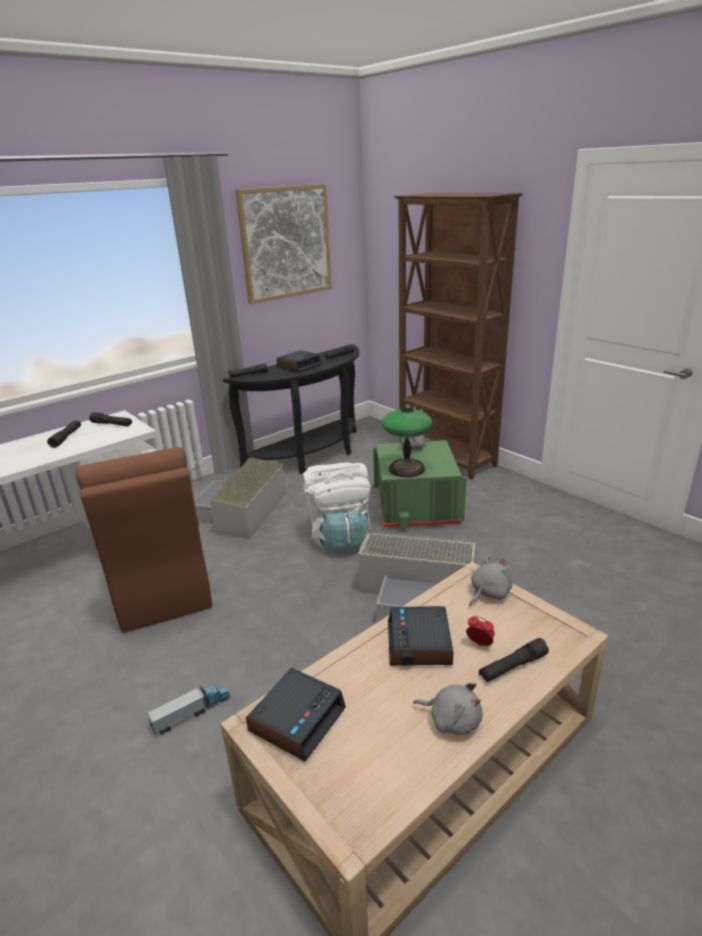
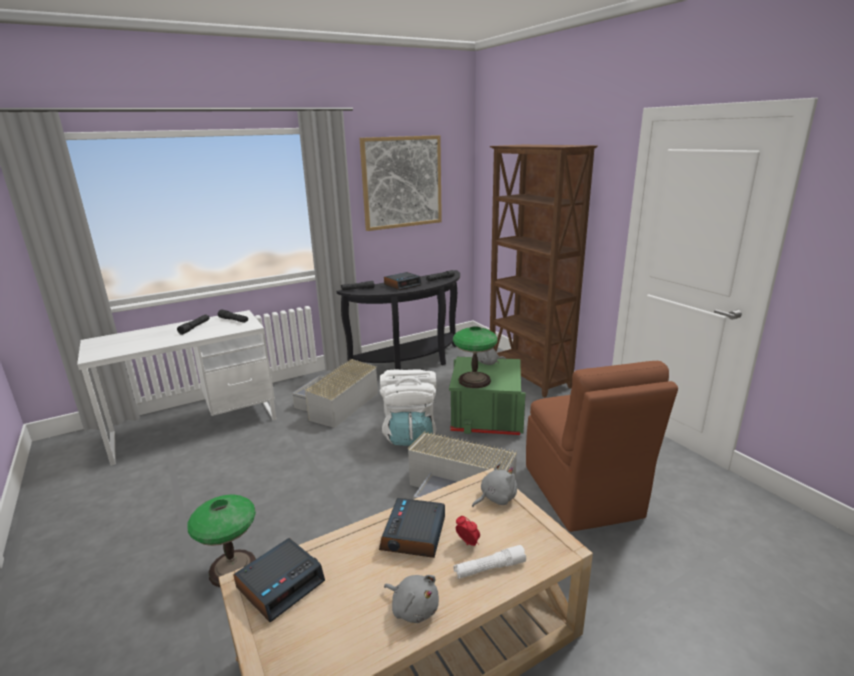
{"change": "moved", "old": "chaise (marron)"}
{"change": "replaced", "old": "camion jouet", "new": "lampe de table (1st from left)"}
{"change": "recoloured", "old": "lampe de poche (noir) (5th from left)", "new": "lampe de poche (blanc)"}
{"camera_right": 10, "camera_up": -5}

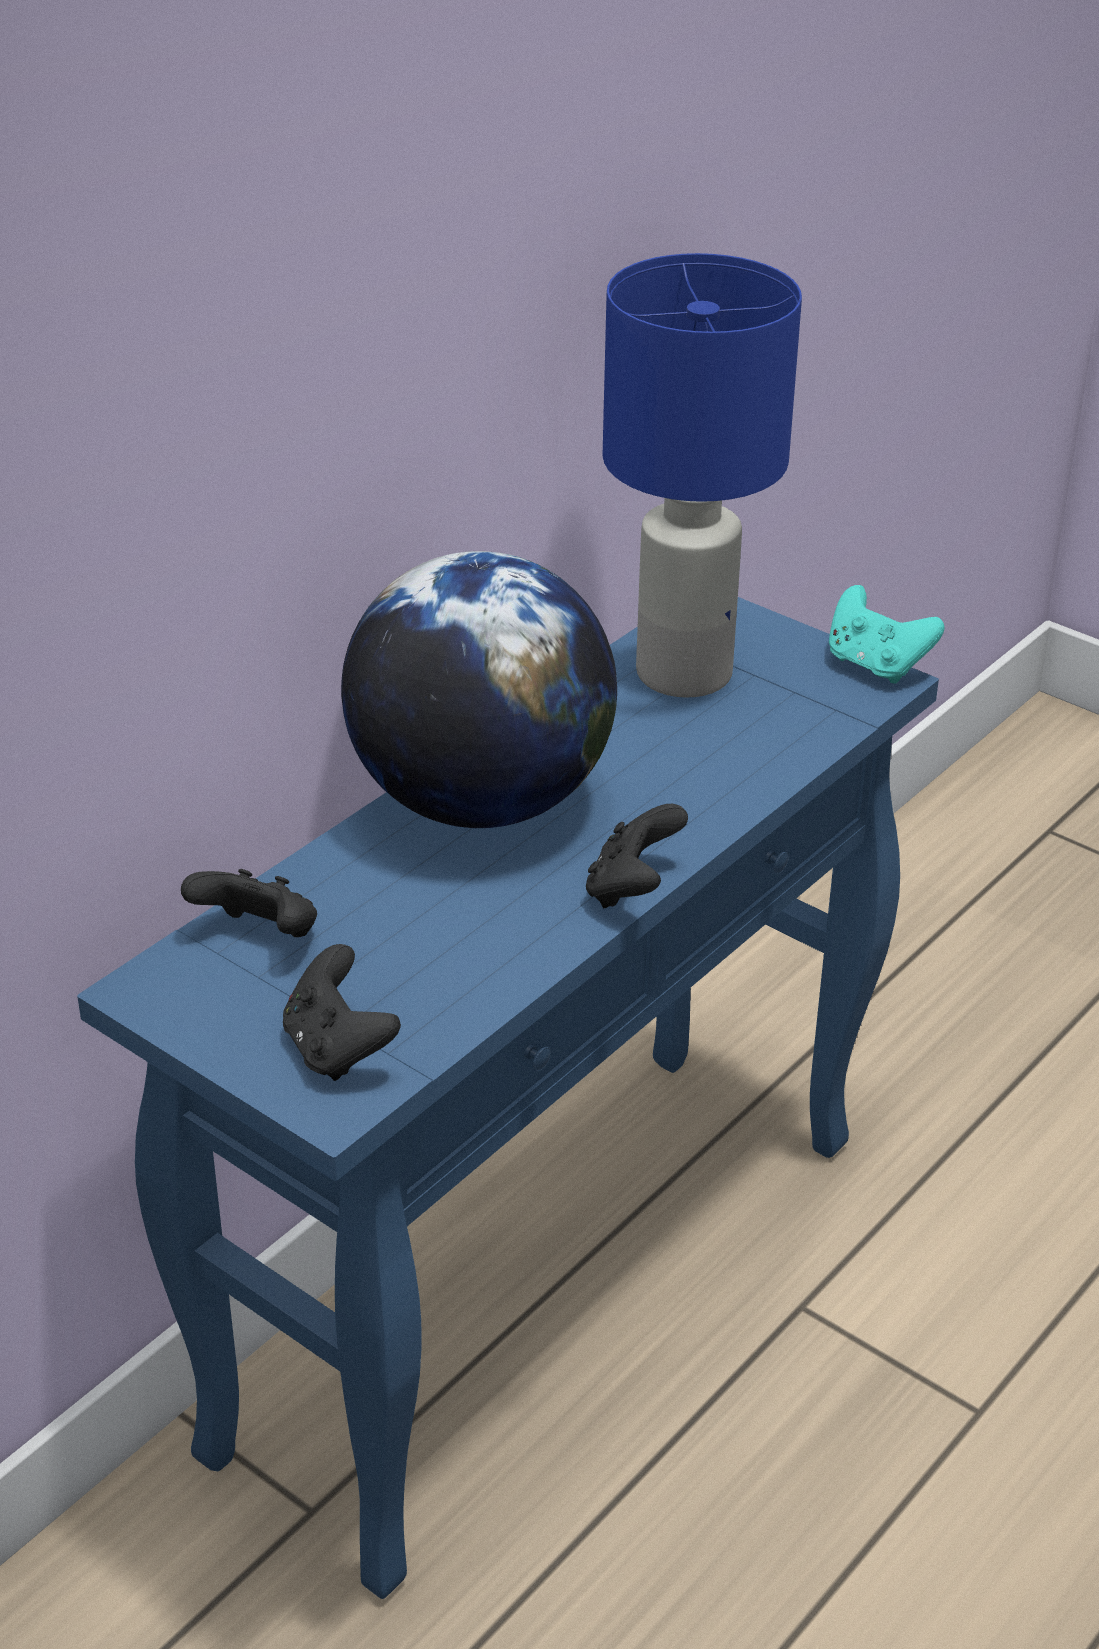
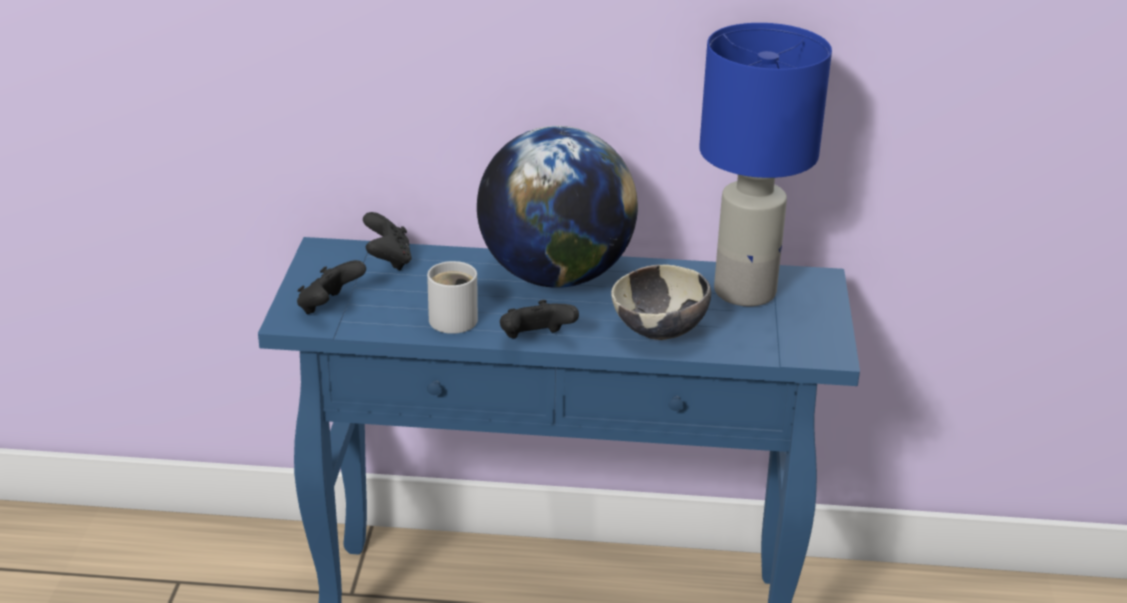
{"change": "removed", "old": "manette (turquoise)"}
{"change": "added", "new": "mug (blanc)"}
{"change": "added", "new": "bol"}
{"camera_right": 55, "camera_up": -5}

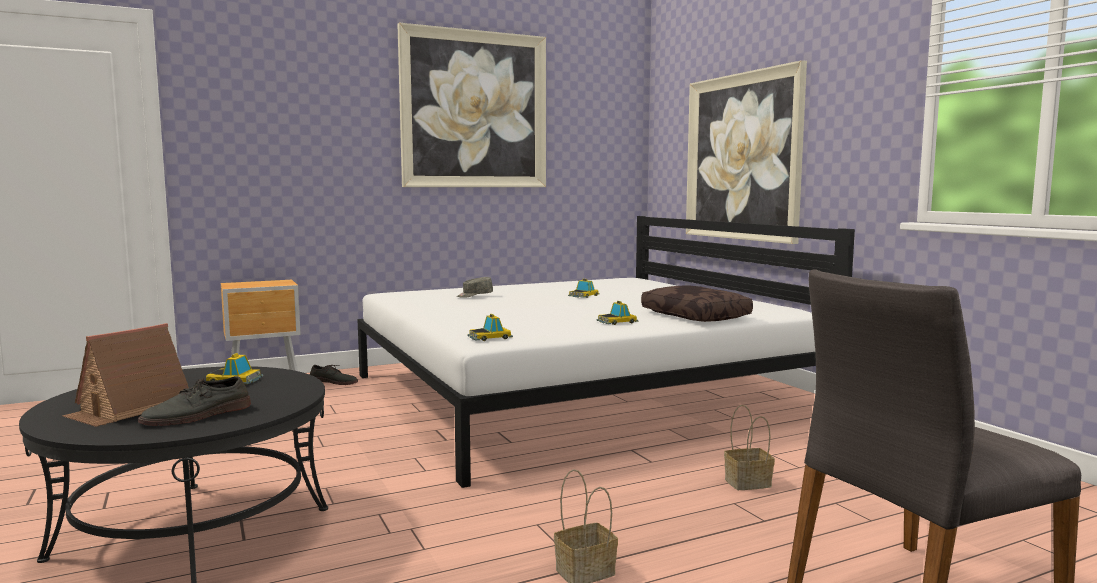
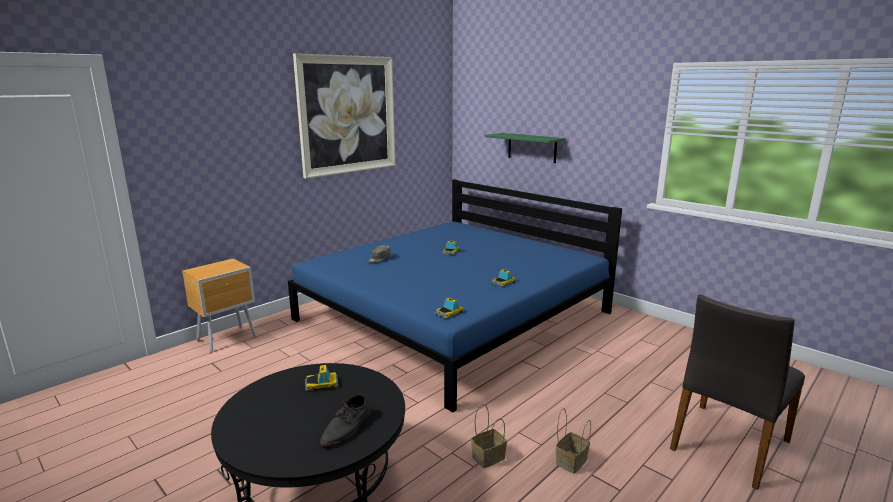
{"change": "removed", "old": "maison miniature"}
{"change": "removed", "old": "chaussure (gris) (2nd from left)"}
{"change": "removed", "old": "coussin (marron)"}
{"change": "moved", "old": "panier (2nd from left in the first image)", "new": "panier (1st from left)"}
{"change": "replaced", "old": "tableau (2nd from left)", "new": "étagère (vert)"}
{"change": "recoloured", "old": "lit (blanc)", "new": "lit (bleu)"}
{"camera_right": -20, "camera_up": 10}

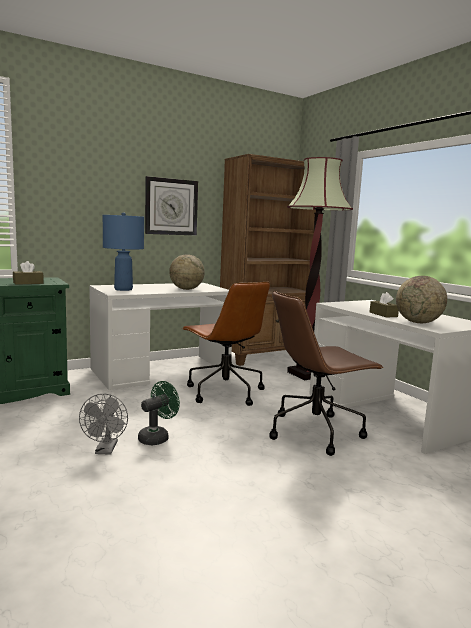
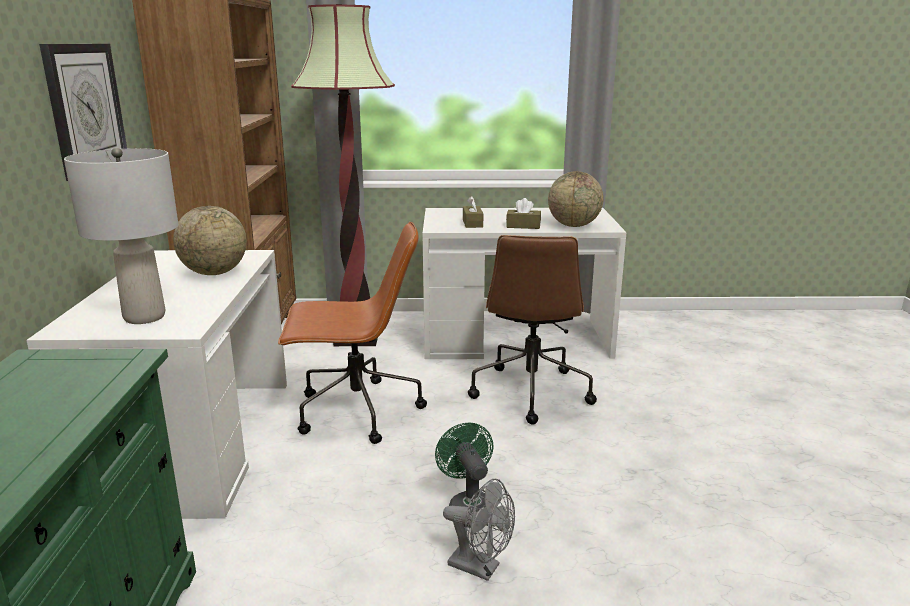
{"change": "moved", "old": "boîte à mouchoirs (marron) (1st from left)"}
{"change": "recoloured", "old": "lampe de table (bleu)", "new": "lampe de table (gris)"}
{"camera_right": -60, "camera_up": 10}

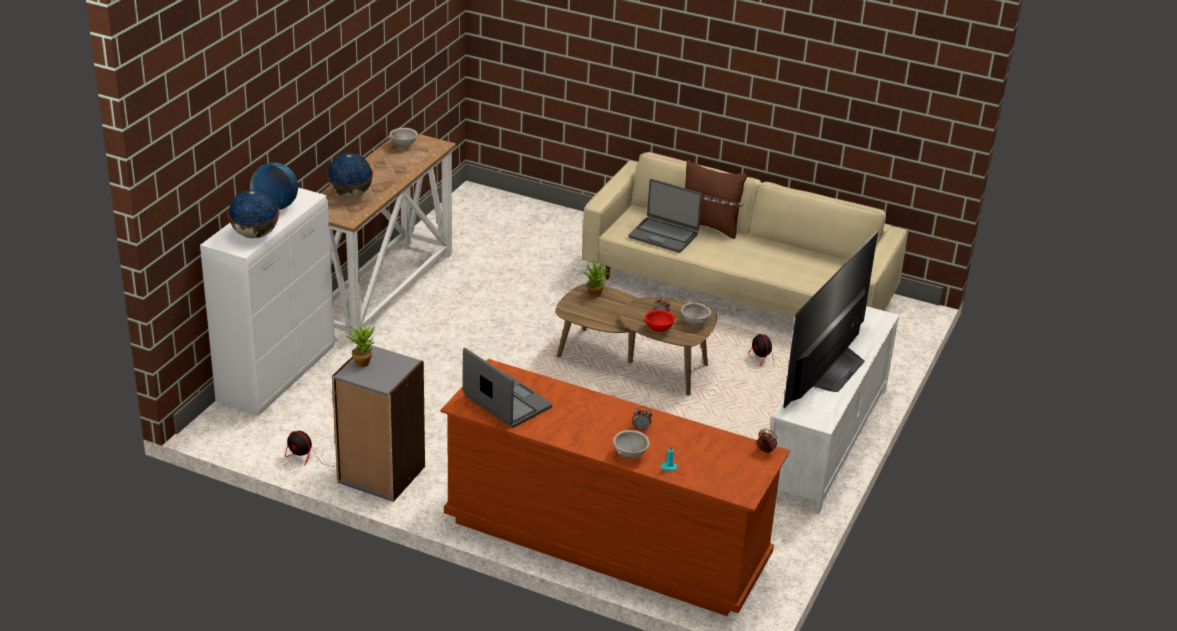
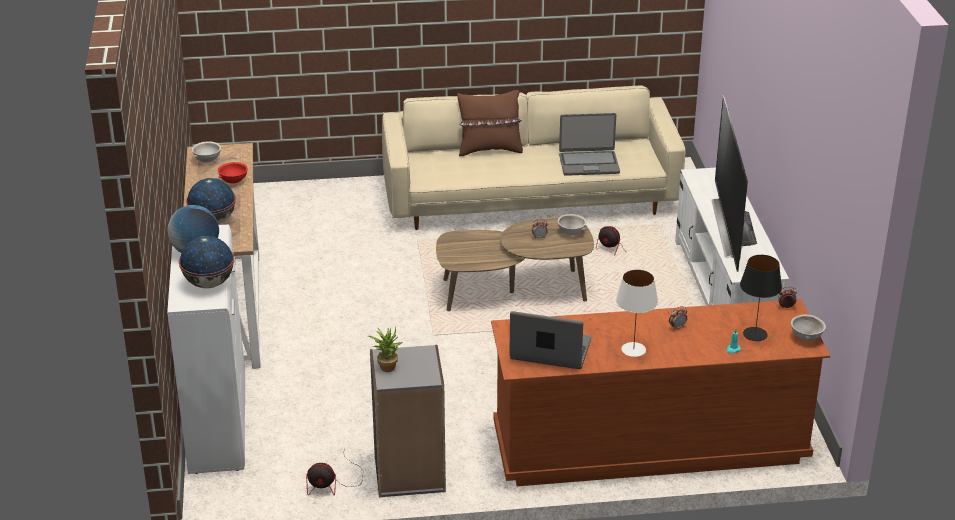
{"change": "removed", "old": "plante en pot (2nd from left)"}
{"change": "added", "new": "lampe de table (blanc)"}
{"change": "added", "new": "lampe de table (noir)"}
{"change": "moved", "old": "bol (gris) (2nd from left in the first image)", "new": "bol (gris) (3rd from left)"}
{"change": "moved", "old": "ordinateur portable (2nd from left)"}
{"change": "moved", "old": "bol (rouge)"}
{"camera_right": -30, "camera_up": 0}

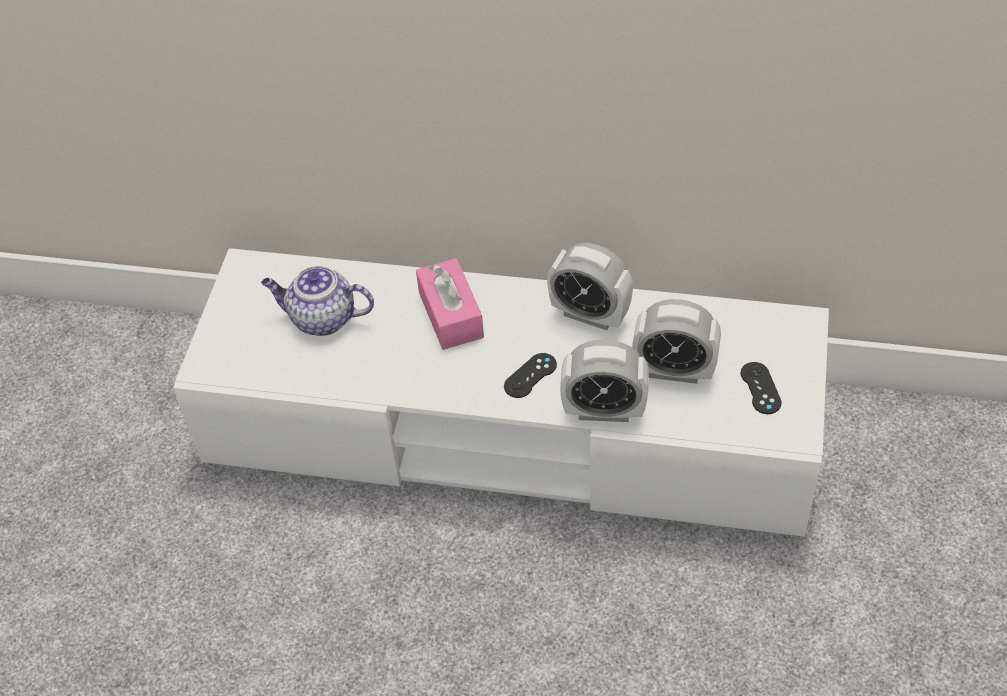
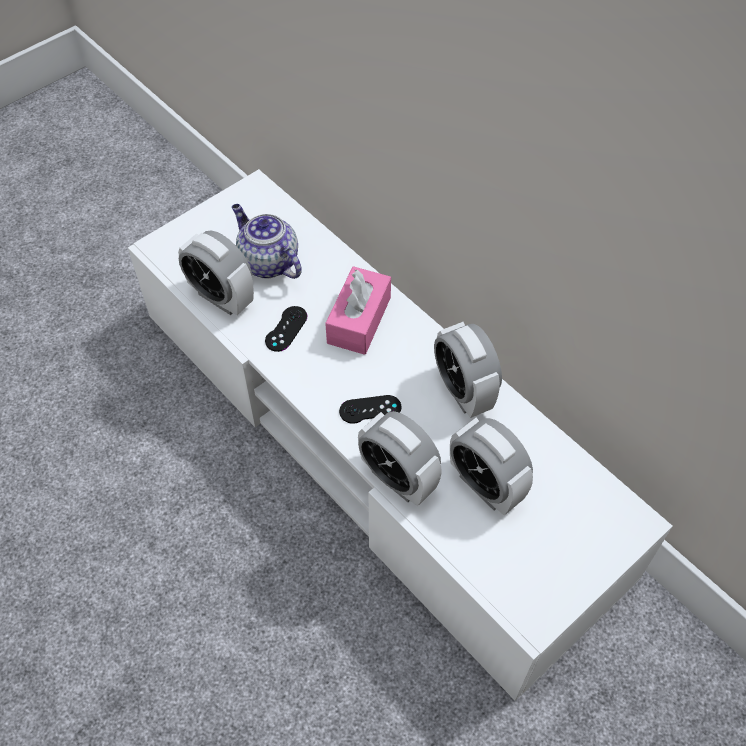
{"change": "added", "new": "réveil (1st from left)"}
{"change": "moved", "old": "manette (noir) (2nd from left in the first image)", "new": "manette (noir) (1st from left)"}
{"camera_right": 35, "camera_up": 5}

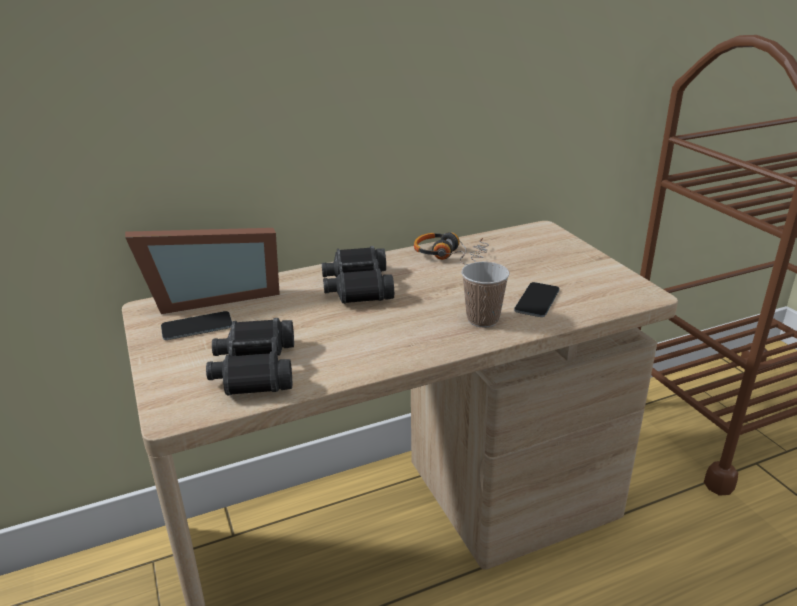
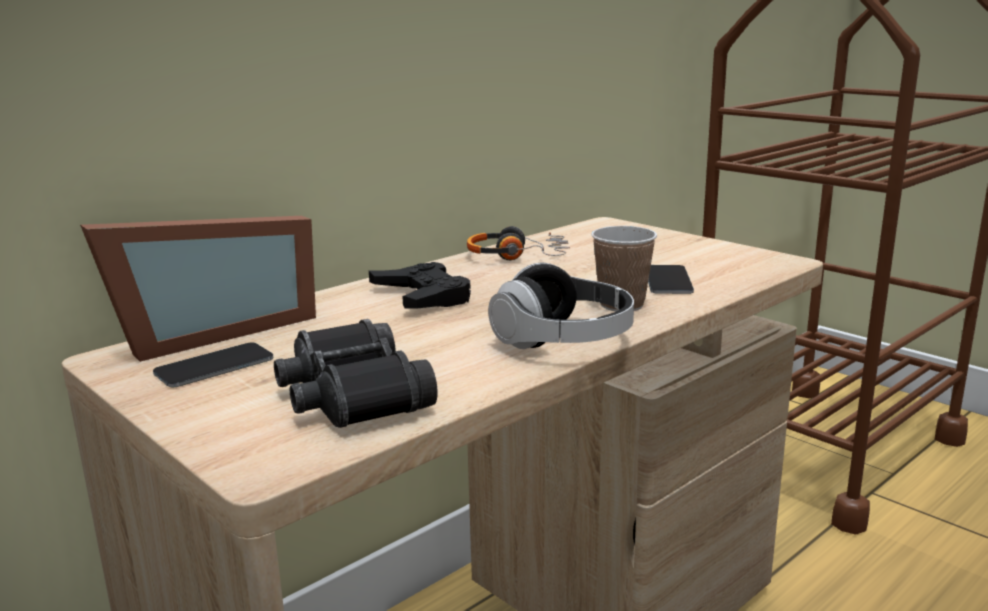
{"change": "added", "new": "casque audio (2nd from left)"}
{"change": "replaced", "old": "jumelles (noir) (2nd from left)", "new": "manette (noir)"}
{"camera_right": -20, "camera_up": -10}

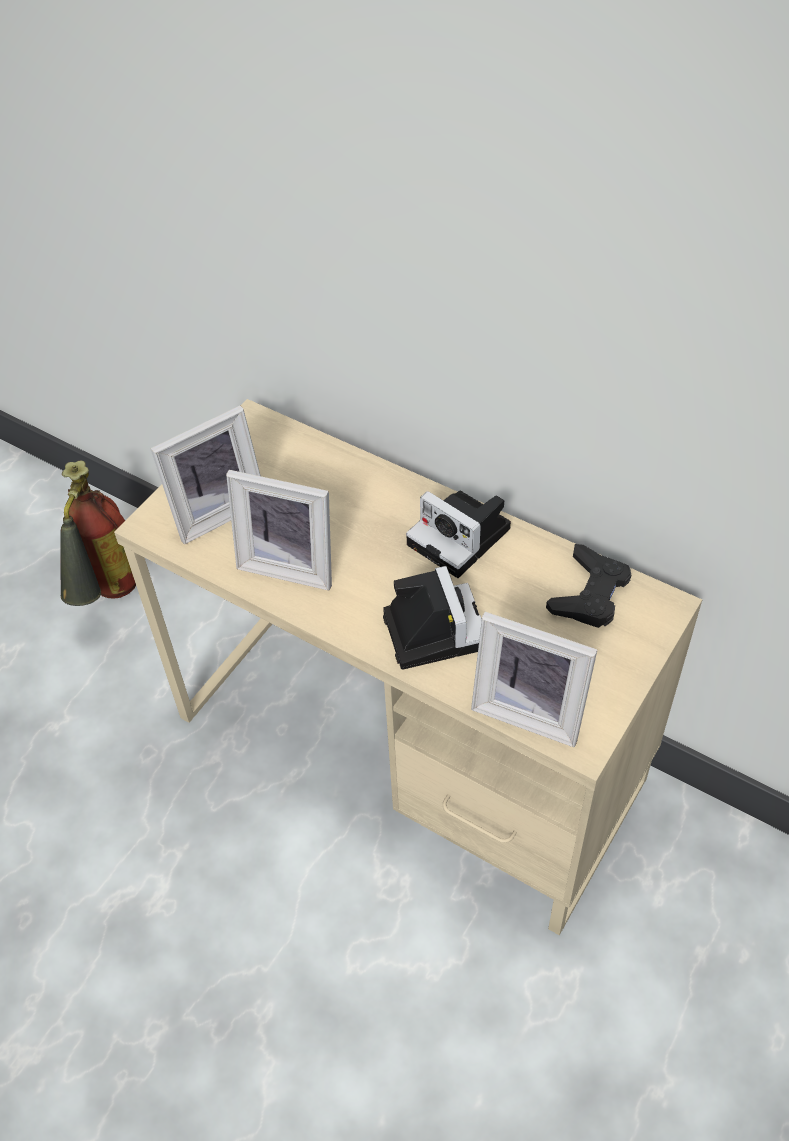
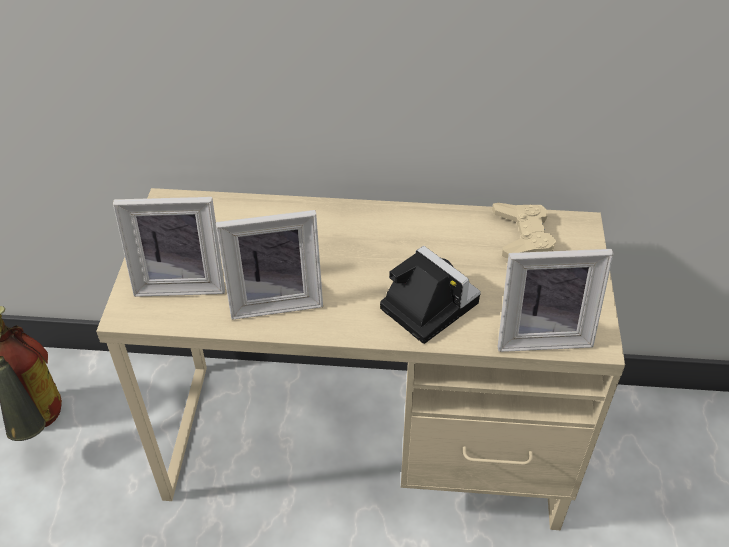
{"change": "removed", "old": "appareil photo (2nd from left)"}
{"change": "recoloured", "old": "manette (noir)", "new": "manette (beige)"}
{"change": "turned", "old": "cadre photo (1st from left)", "degrees": 60}
{"camera_right": -30, "camera_up": -5}

